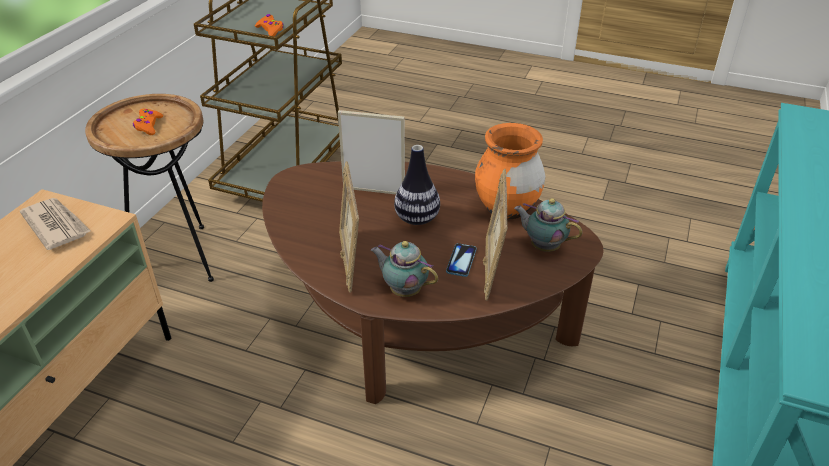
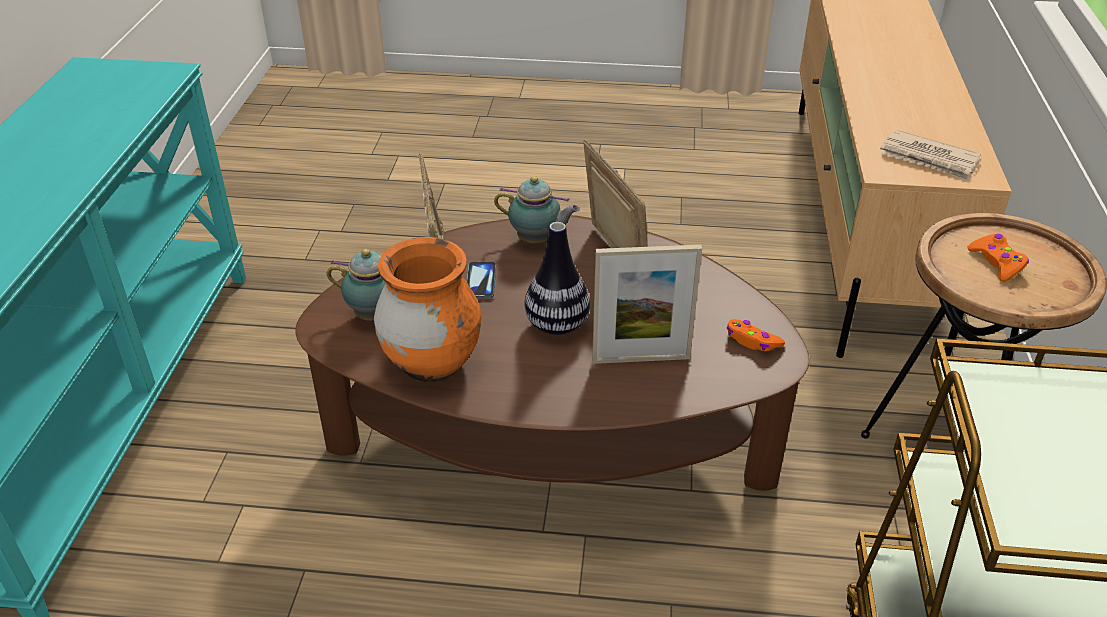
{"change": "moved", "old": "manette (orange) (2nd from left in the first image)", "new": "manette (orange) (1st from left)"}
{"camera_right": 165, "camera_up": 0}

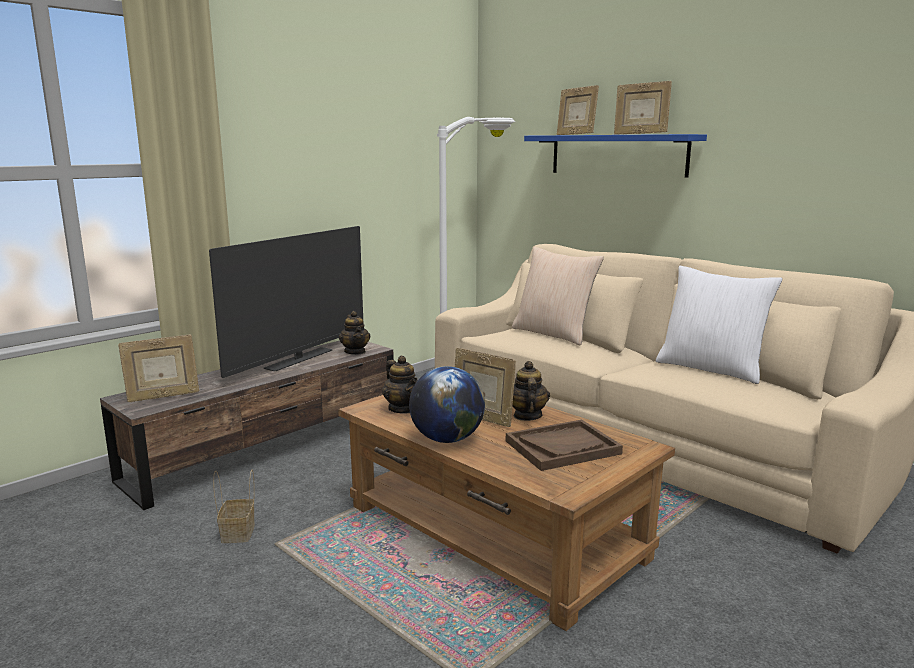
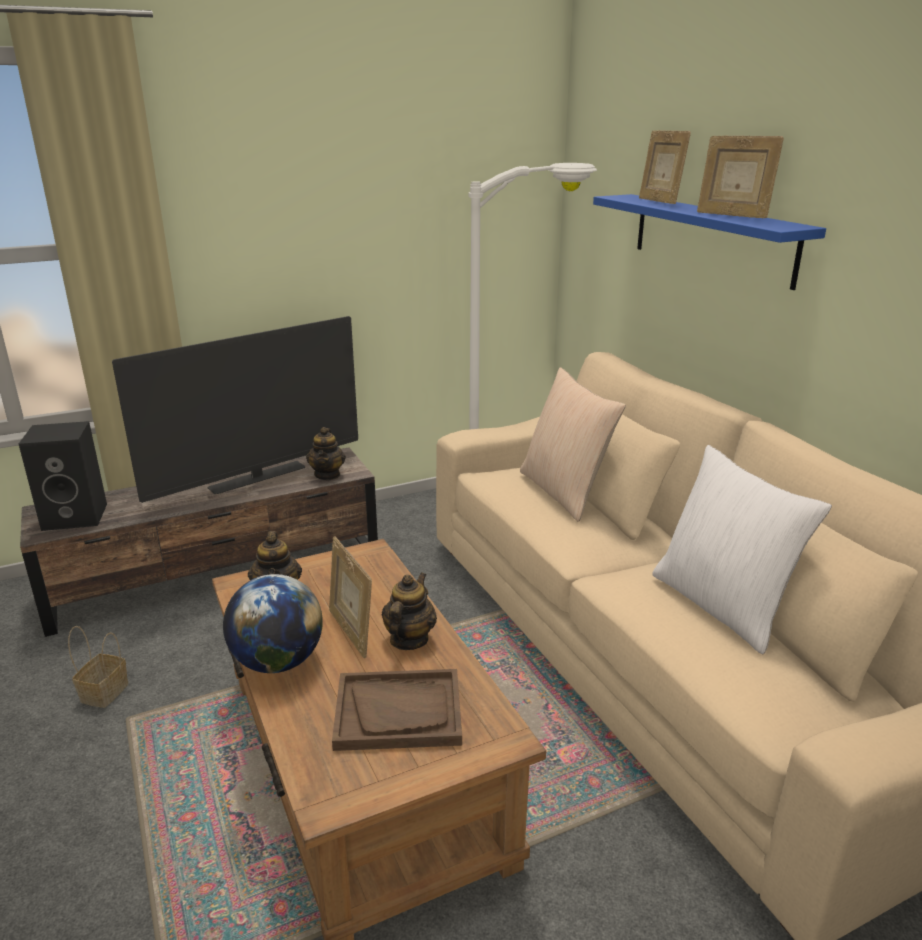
{"change": "replaced", "old": "cadre photo (1st from left)", "new": "enceinte (noir)"}
{"camera_right": 20, "camera_up": 10}

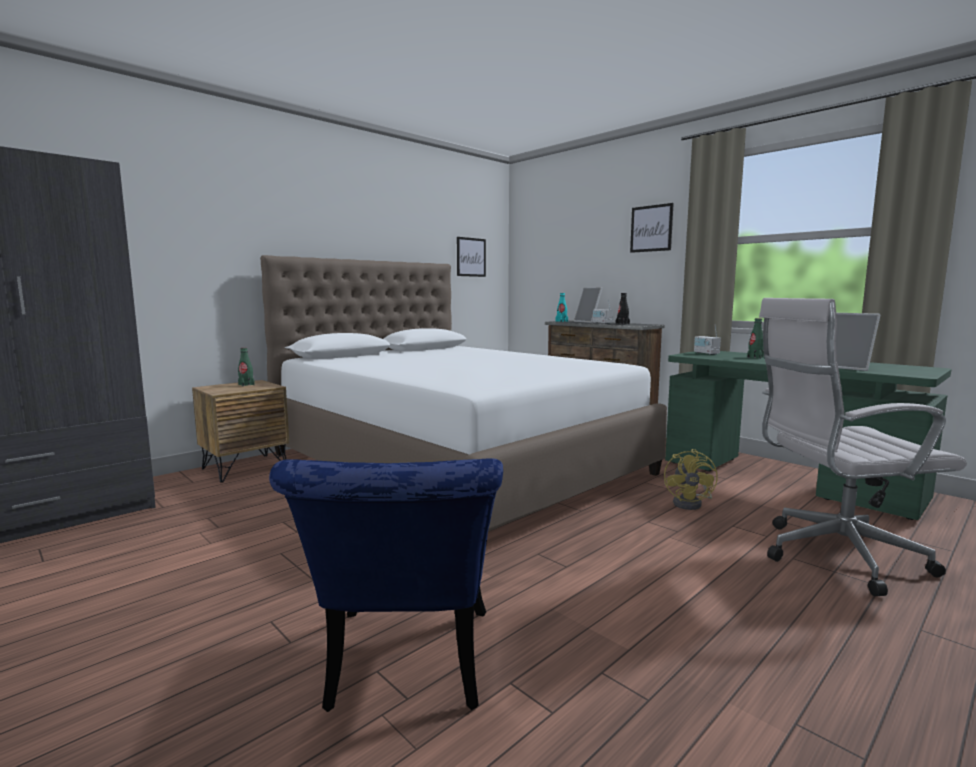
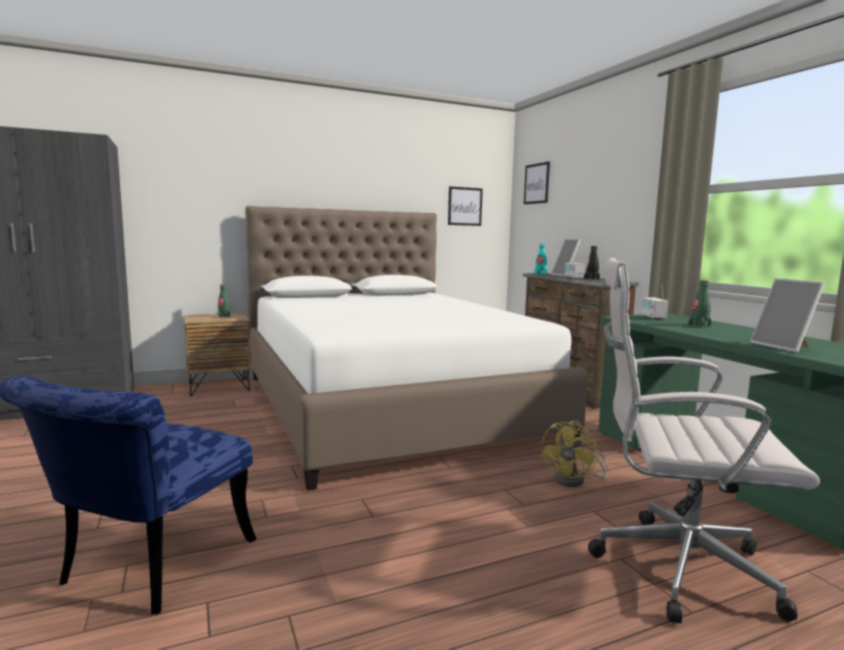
{"change": "moved", "old": "tableau (2nd from left)"}
{"camera_right": 20, "camera_up": 0}

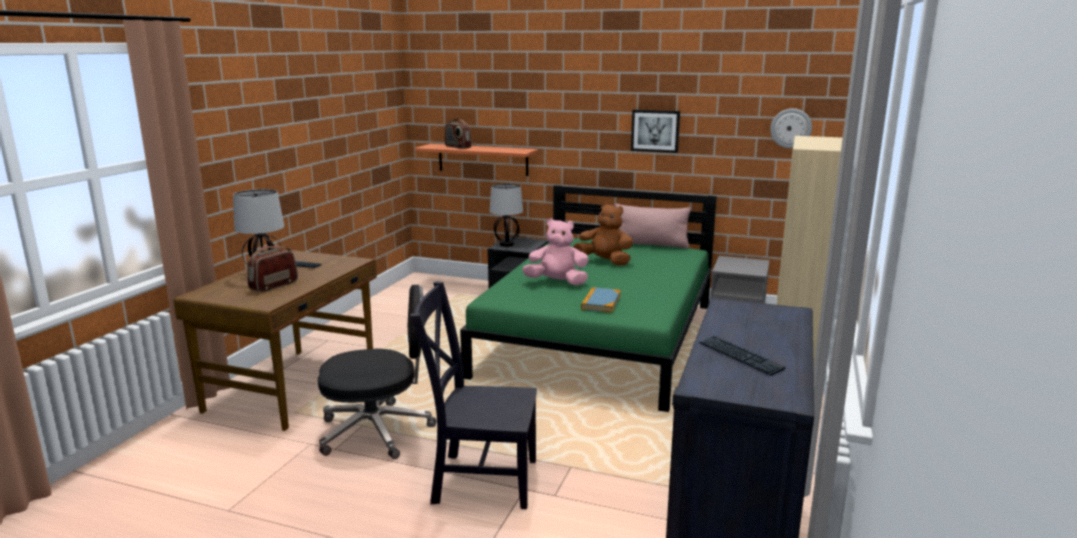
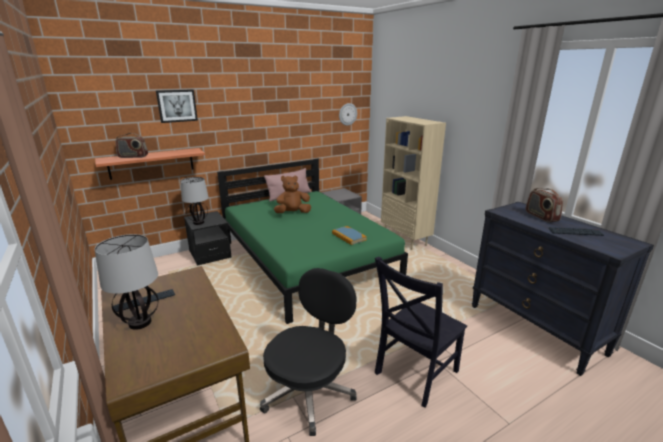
{"change": "removed", "old": "peluche (rose)"}
{"change": "moved", "old": "radio (1st from left in the first image)", "new": "radio (2nd from left)"}
{"change": "moved", "old": "tableau"}
{"camera_right": -50, "camera_up": 5}

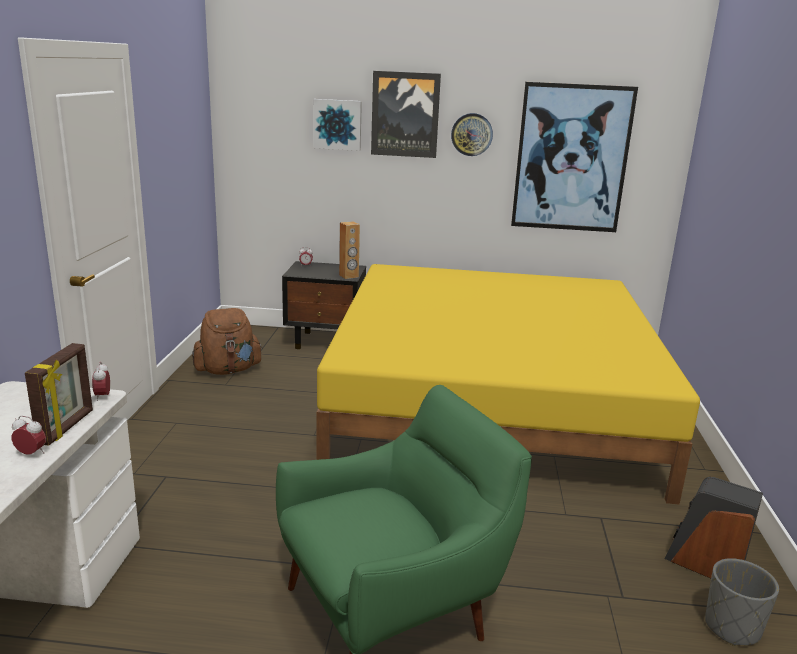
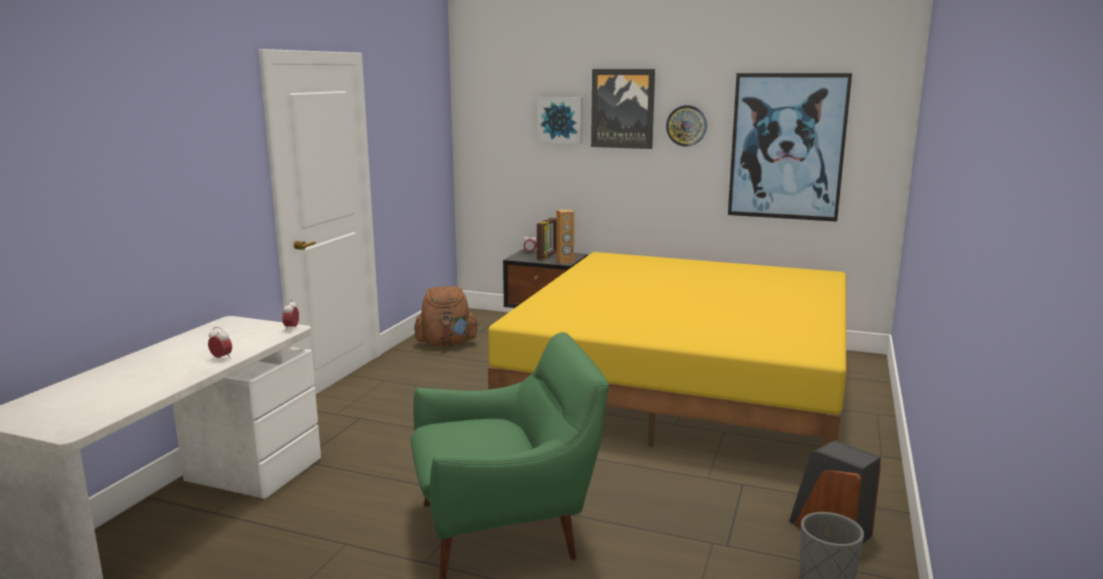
{"change": "moved", "old": "cadre photo"}
{"camera_right": 15, "camera_up": -5}

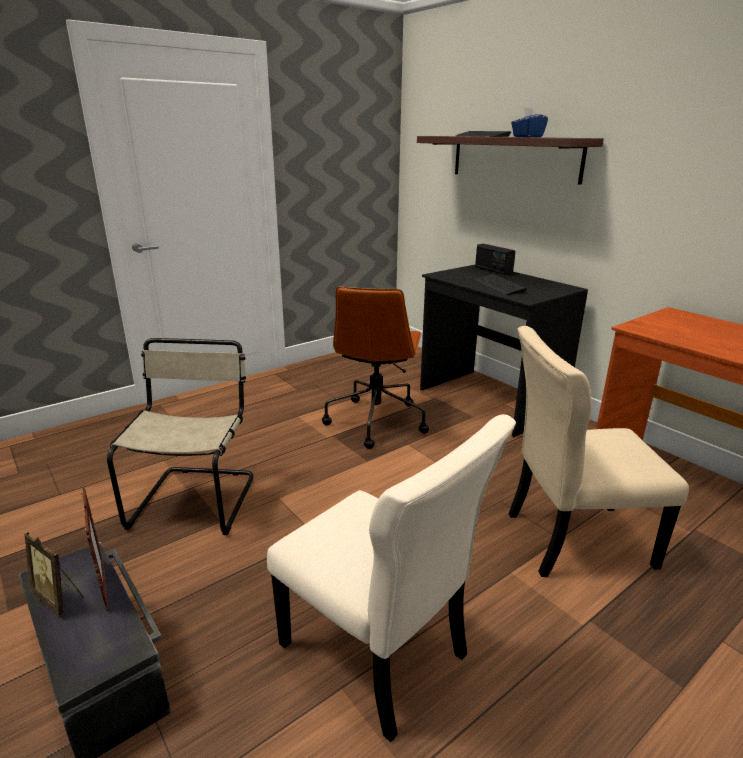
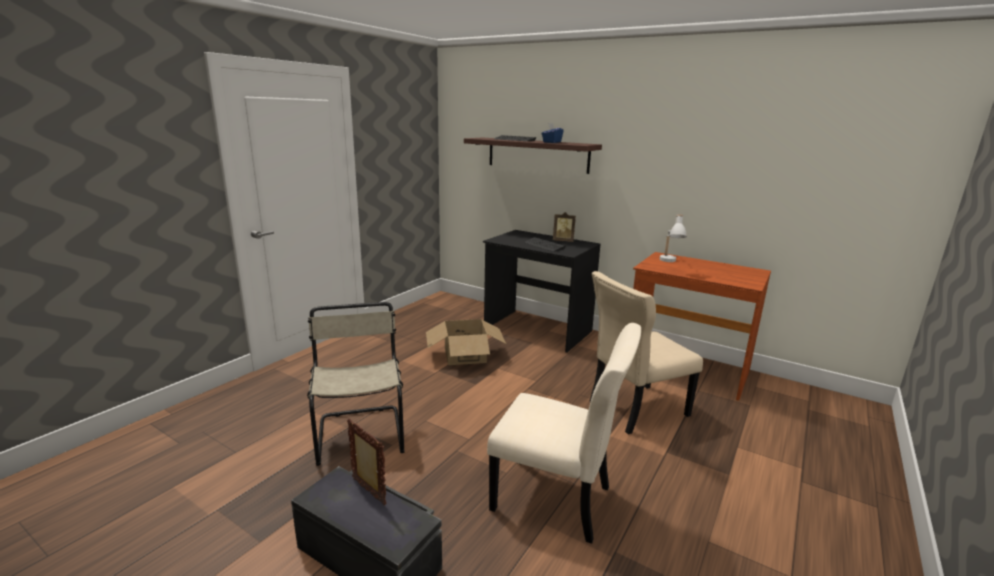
{"change": "removed", "old": "radio"}
{"change": "added", "new": "lampe de table (blanc)"}
{"change": "moved", "old": "cadre photo (1st from left in the first image)", "new": "cadre photo (2nd from left)"}
{"change": "replaced", "old": "chaise de bureau (marron)", "new": "carton"}
{"camera_right": -20, "camera_up": -5}

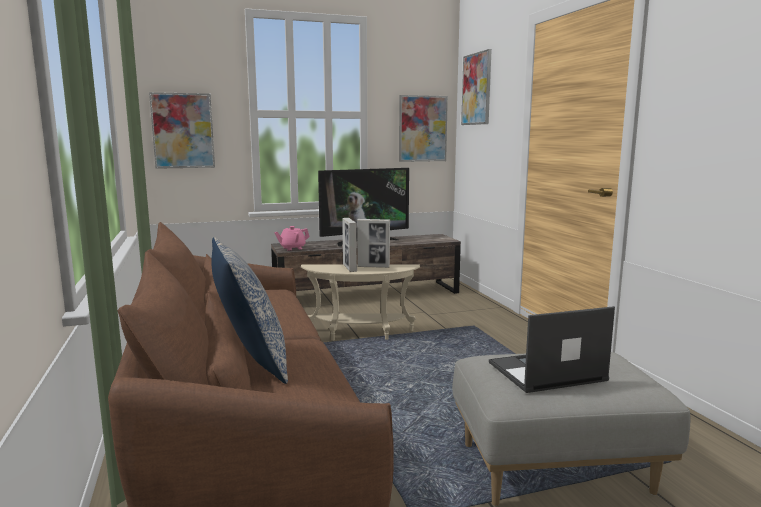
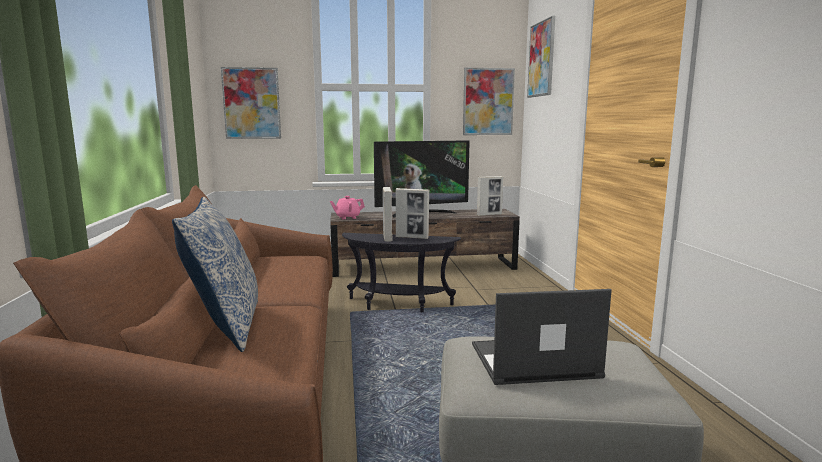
{"change": "added", "new": "cadre photo (3rd from left)"}
{"change": "recoloured", "old": "table d'appoint (beige)", "new": "table d'appoint (noir)"}
{"camera_right": 10, "camera_up": 0}

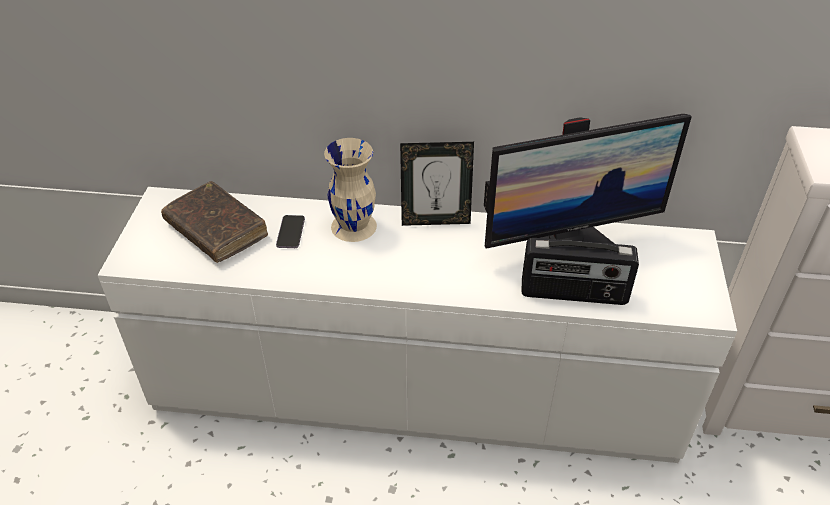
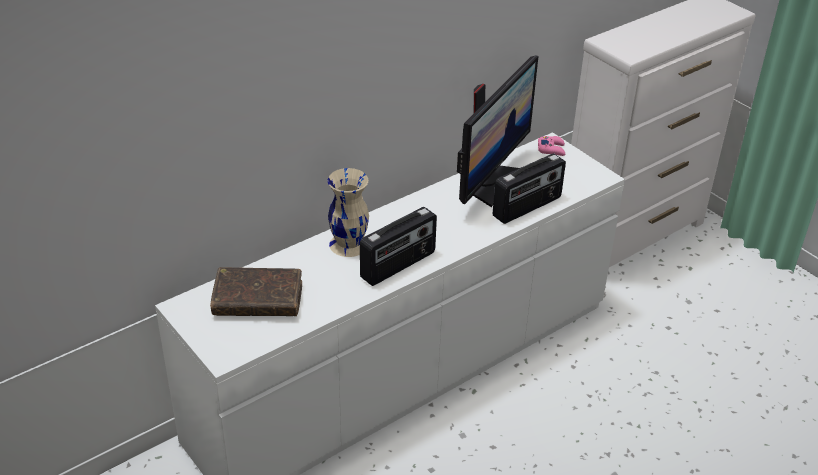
{"change": "removed", "old": "téléphone"}
{"change": "removed", "old": "cadre photo"}
{"change": "added", "new": "radio (1st from left)"}
{"change": "added", "new": "manette (rose)"}
{"camera_right": -45, "camera_up": -5}

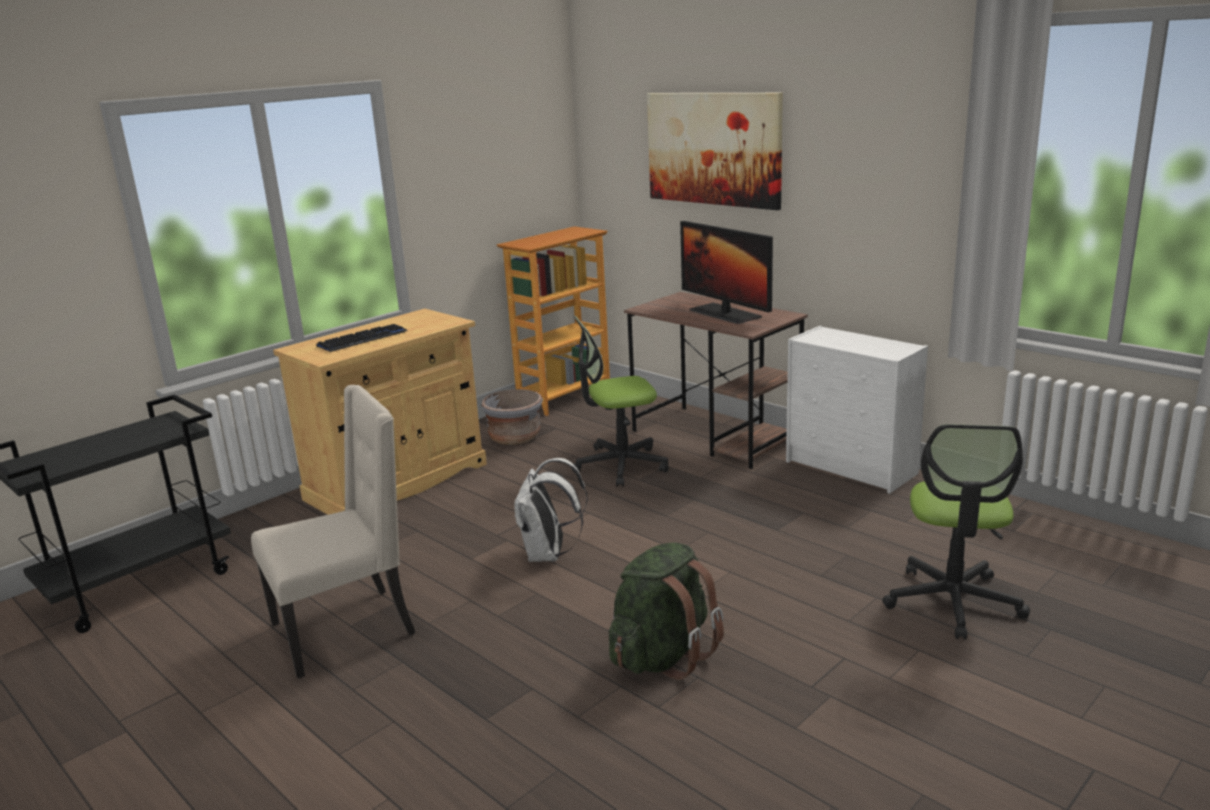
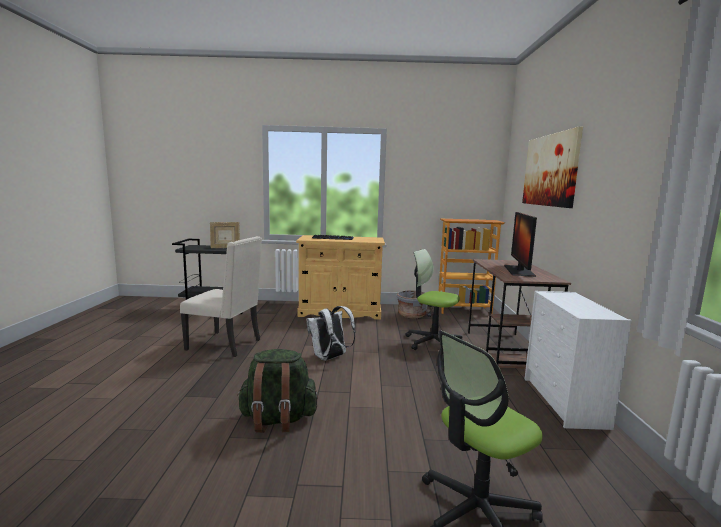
{"change": "added", "new": "cadre photo"}
{"camera_right": 45, "camera_up": -10}

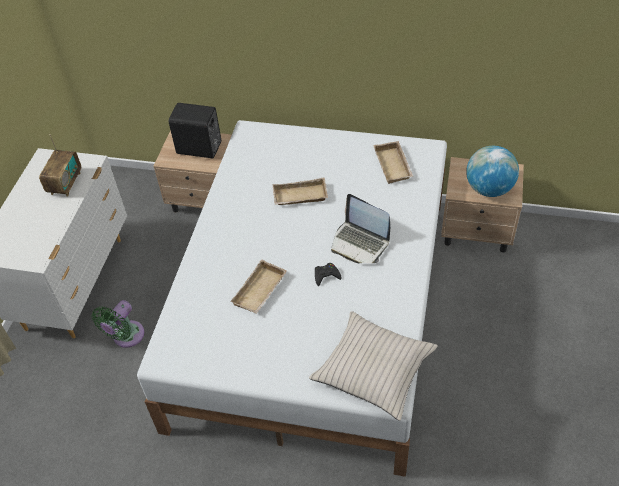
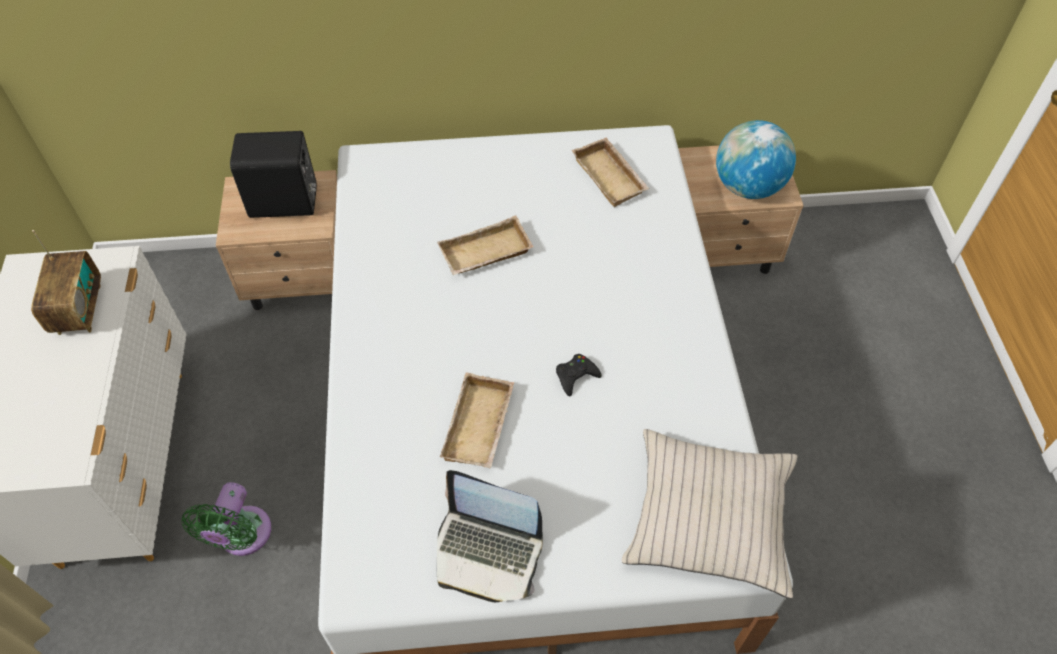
{"change": "moved", "old": "ordinateur portable"}
{"camera_right": -20, "camera_up": 5}

